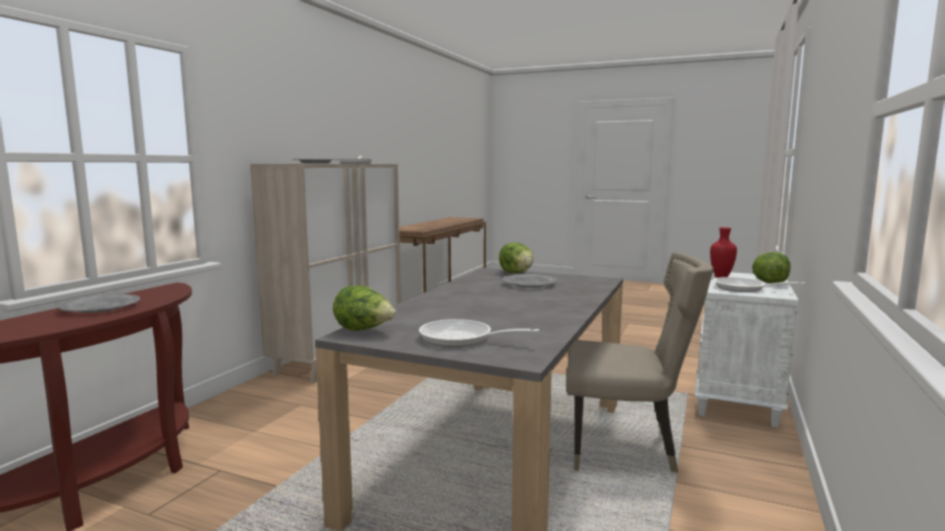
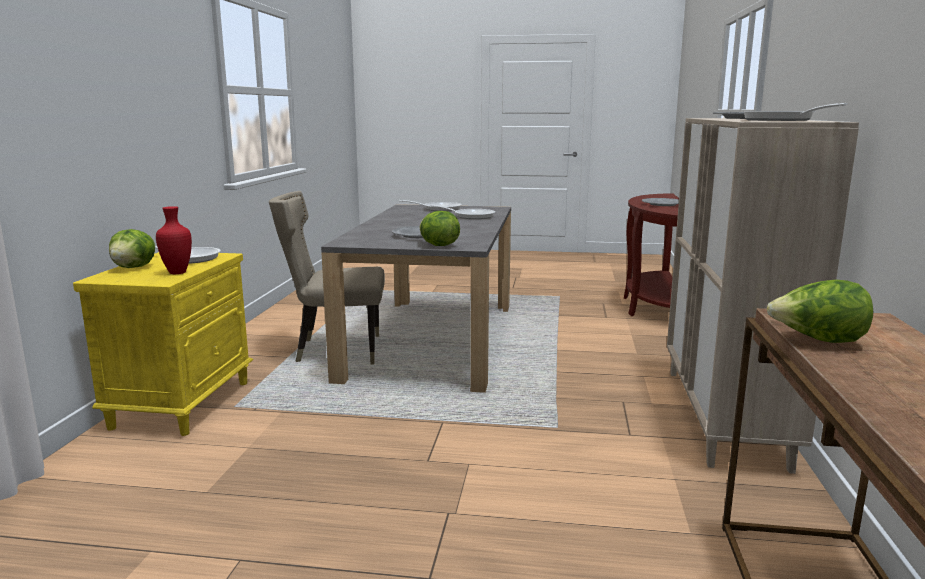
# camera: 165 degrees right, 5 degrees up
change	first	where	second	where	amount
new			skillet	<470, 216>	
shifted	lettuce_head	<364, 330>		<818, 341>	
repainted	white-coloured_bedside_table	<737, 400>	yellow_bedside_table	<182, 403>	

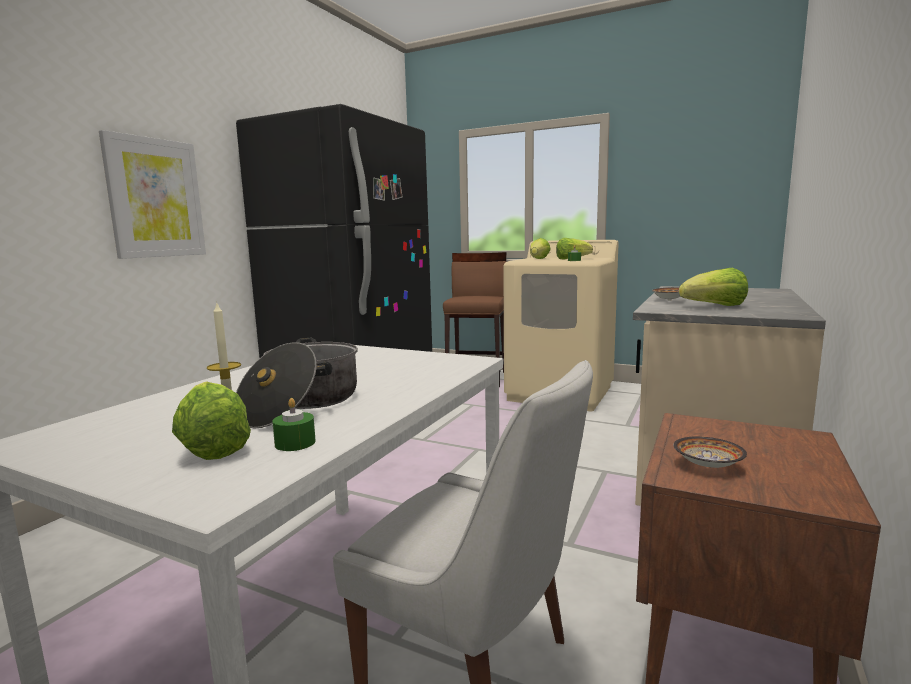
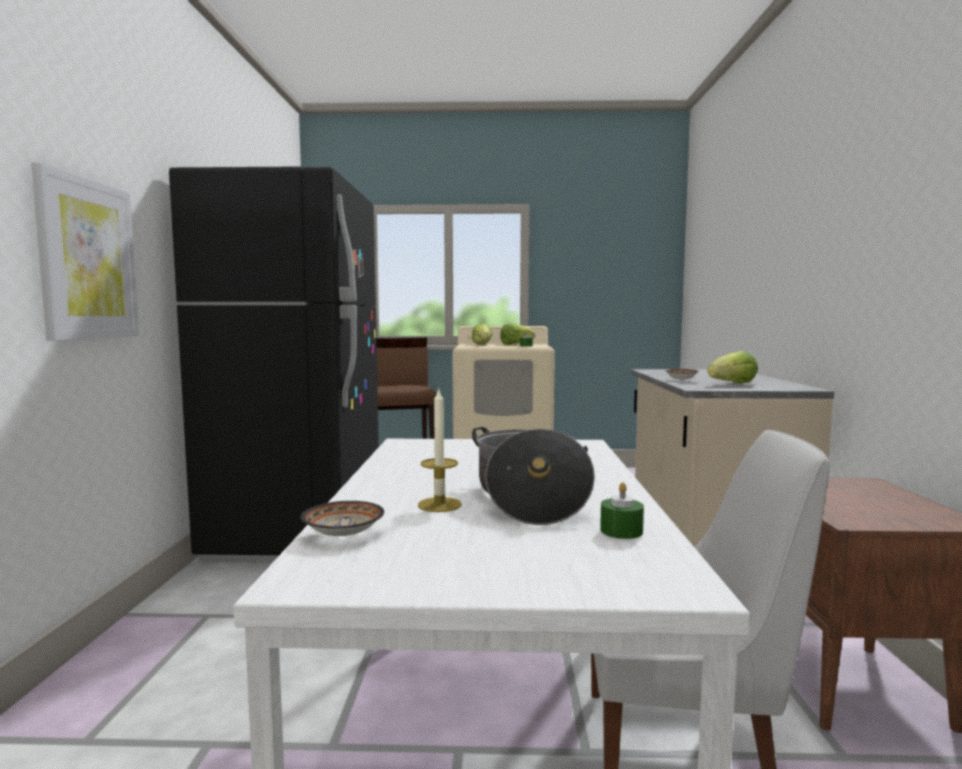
# camera: 25 degrees left, 5 degrees down
change	first	where	second	where	amount
gone	lettuce_head	<213, 446>			
shifted	deep_dish	<707, 466>		<343, 535>	

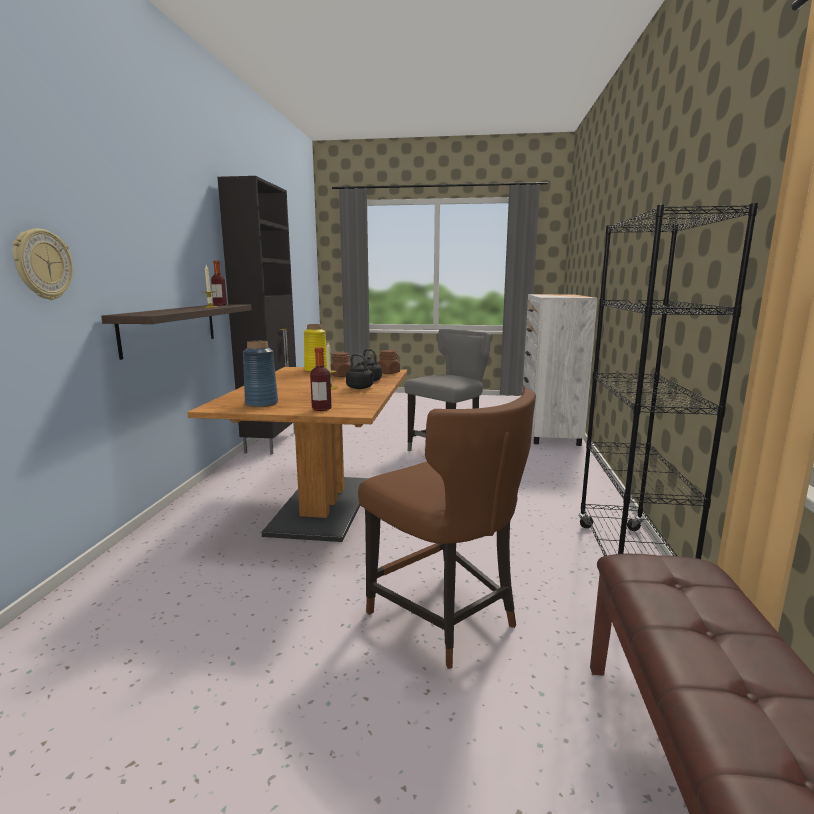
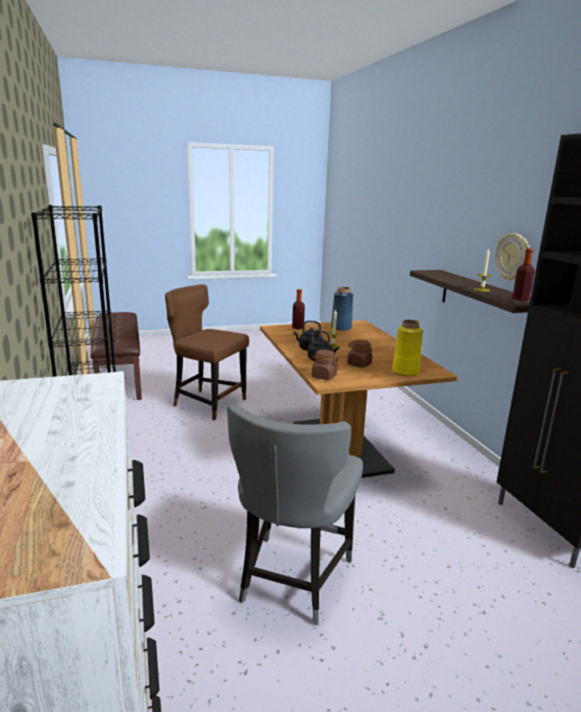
# camera: 155 degrees right, 5 degrees up
change	first	where	second	where	amount
shifted	clock_on_the_wall	<42, 265>		<512, 257>	

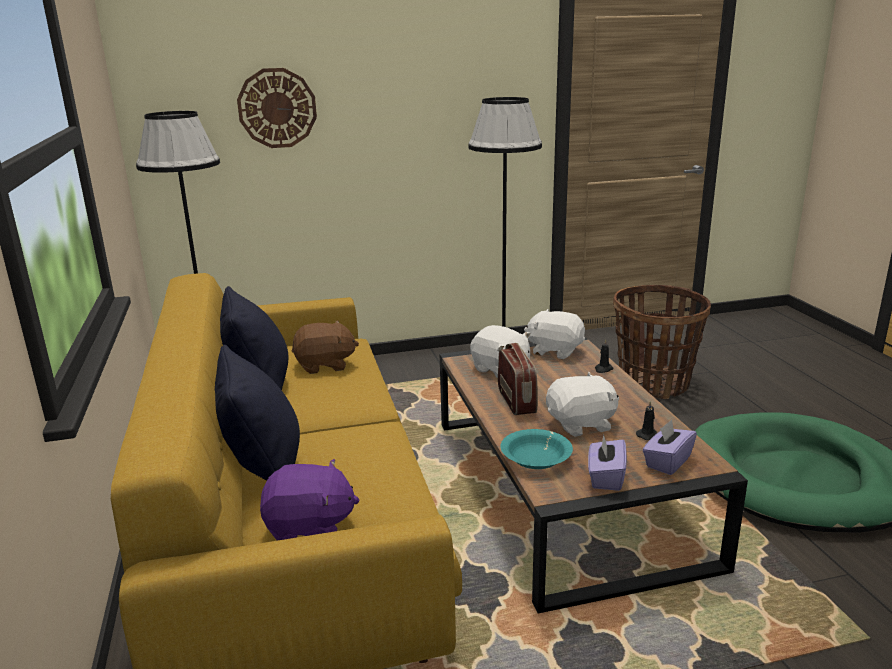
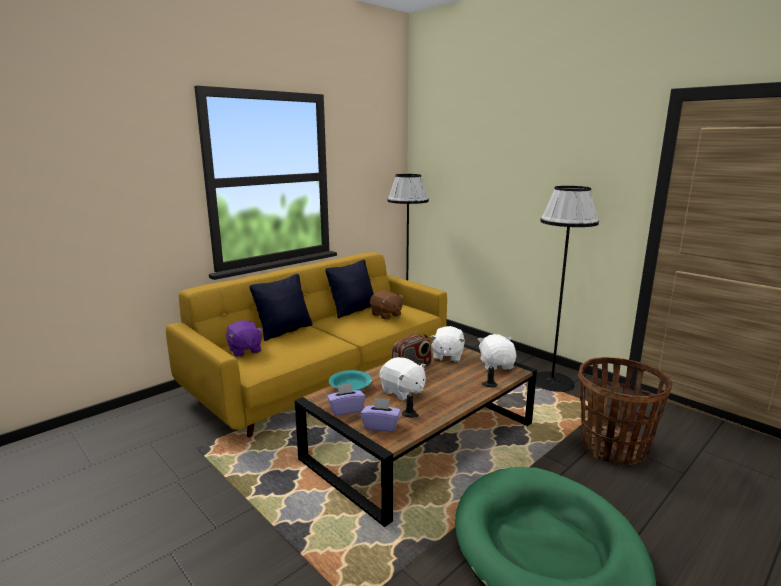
# camera: 60 degrees right, 5 degrees down
change	first	where	second	where	amount
gone	clock_on_the_wall	<277, 108>			

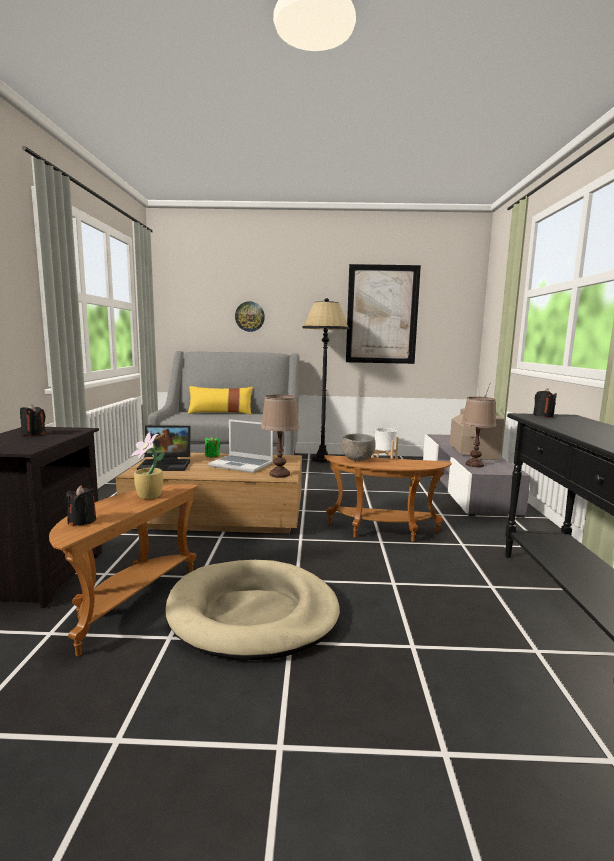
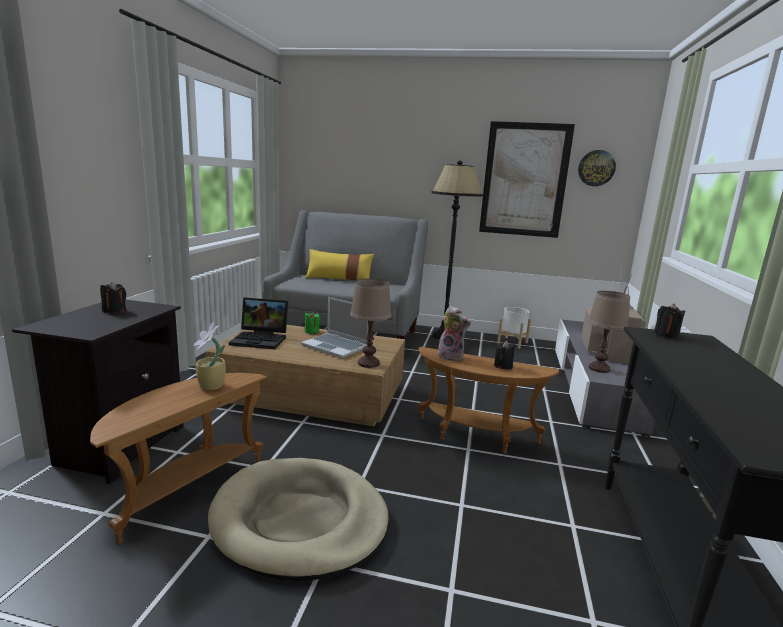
# camera: 10 degrees right, 5 degrees up
change	first	where	second	where	amount
shifted	black-coloured_wax_light	<82, 521>		<503, 366>	
shifted	clock_on_the_wall	<250, 316>		<596, 168>	
swapped	greyish_deep_dish	<357, 459>	plush_toy	<451, 357>	

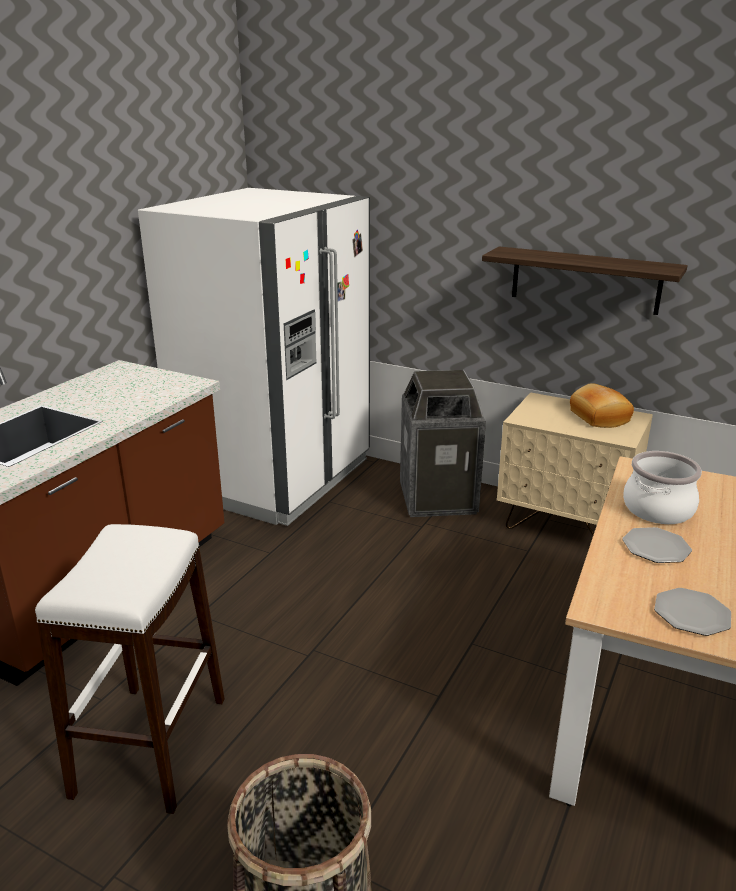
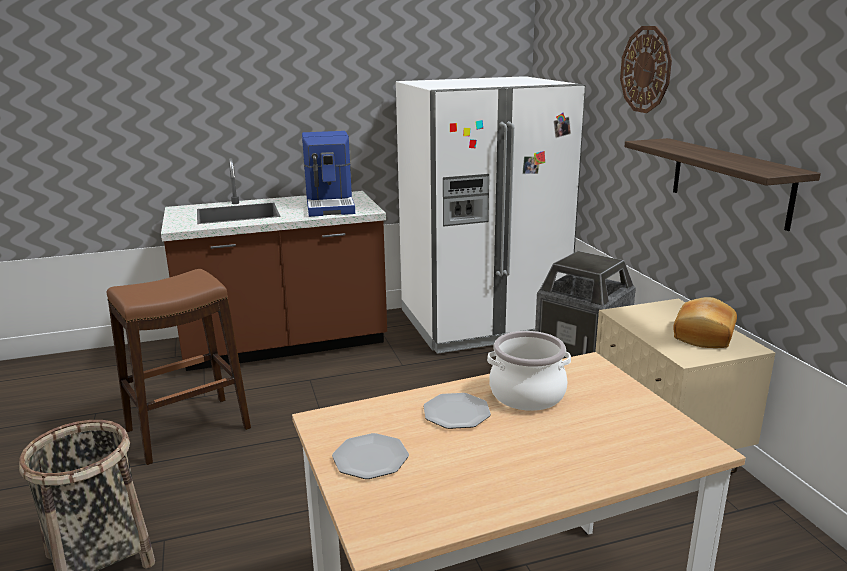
# camera: 45 degrees right, 5 degrees down
change	first	where	second	where	amount
new			coffee_maker	<331, 205>	
new			clock_on_the_wall	<646, 69>	
repainted	white-coloured_stool	<151, 745>	brownish_stool	<188, 429>	

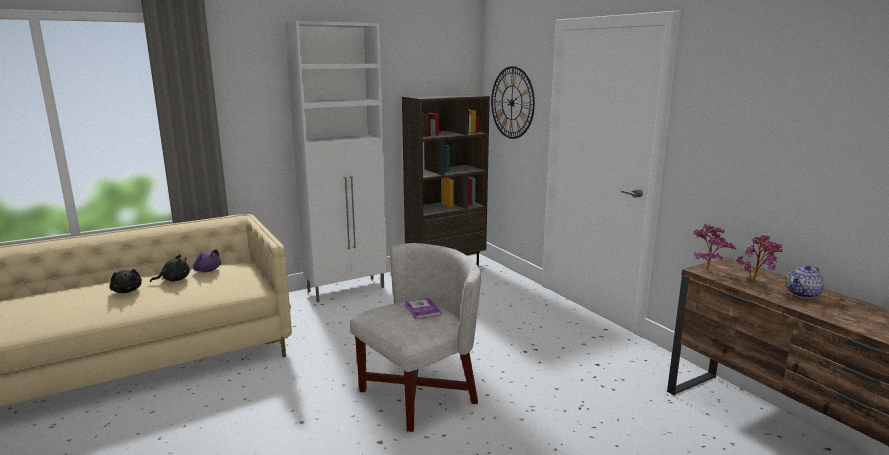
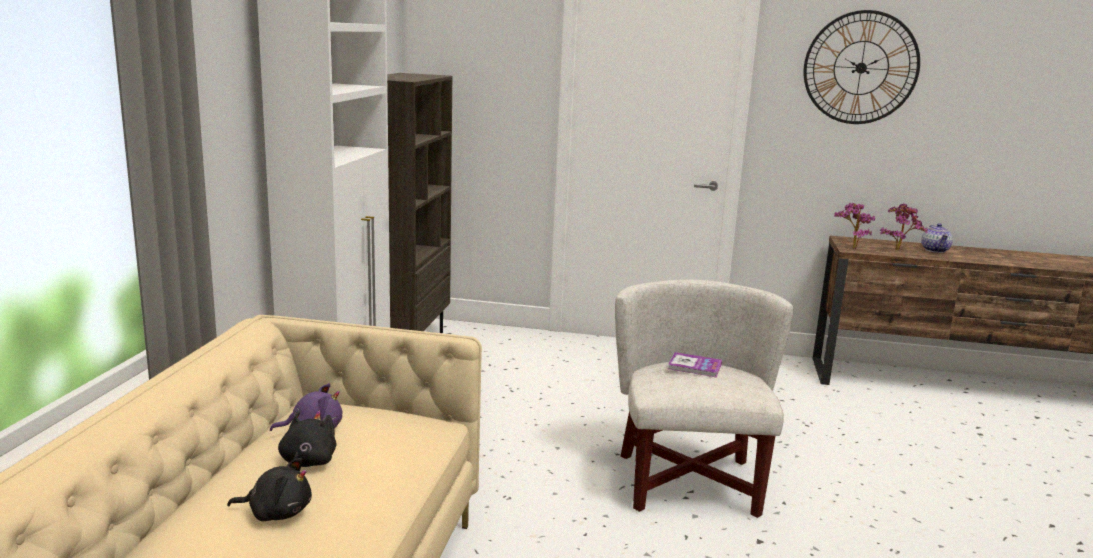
# camera: 50 degrees left, 0 degrees up
change	first	where	second	where	amount
shifted	clock_on_the_wall	<512, 103>		<861, 68>	

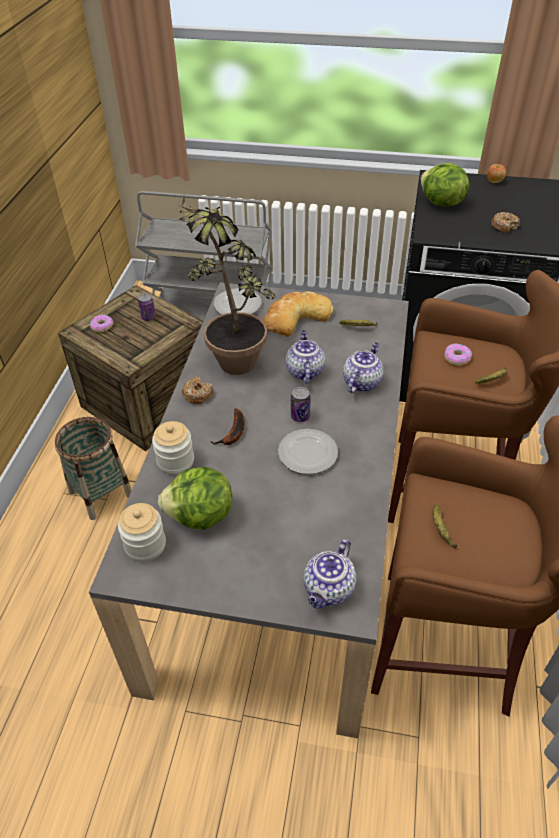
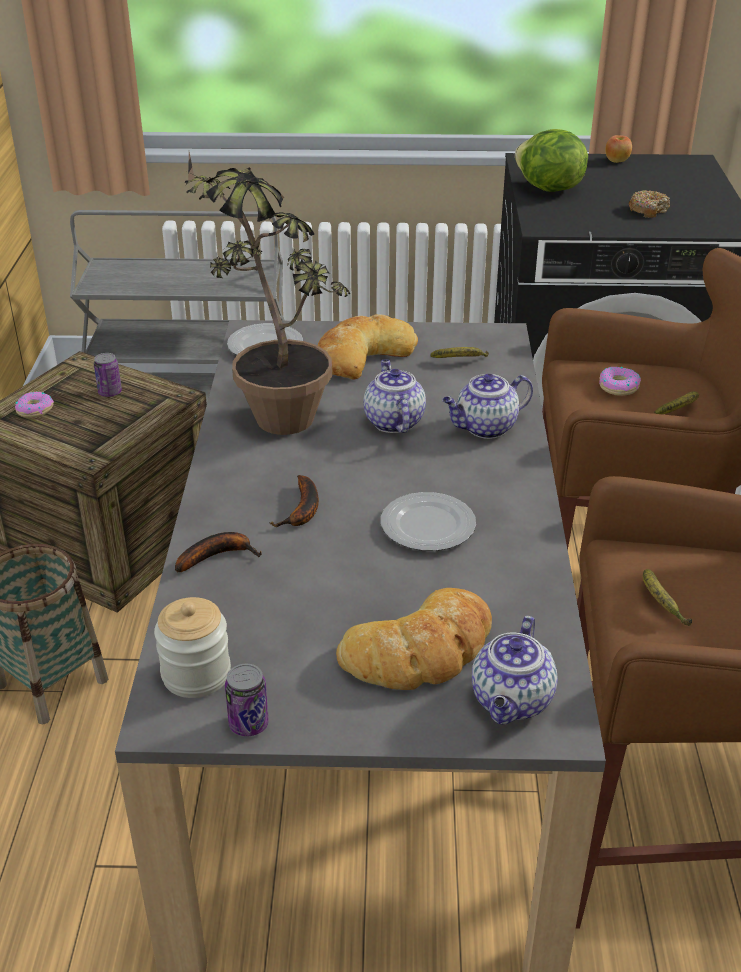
# camera: 10 degrees left, 10 degrees down
change	first	where	second	where	amount
gone	lettuce_head	<200, 516>			
gone	ring_doughnut	<197, 394>			
new			bread	<421, 651>	
shifted	can	<300, 416>		<248, 724>	
swapped	jar	<175, 461>	banana	<218, 555>	
rotated	tea_pot	<361, 382>		<485, 428>	135 degrees counterclockwise

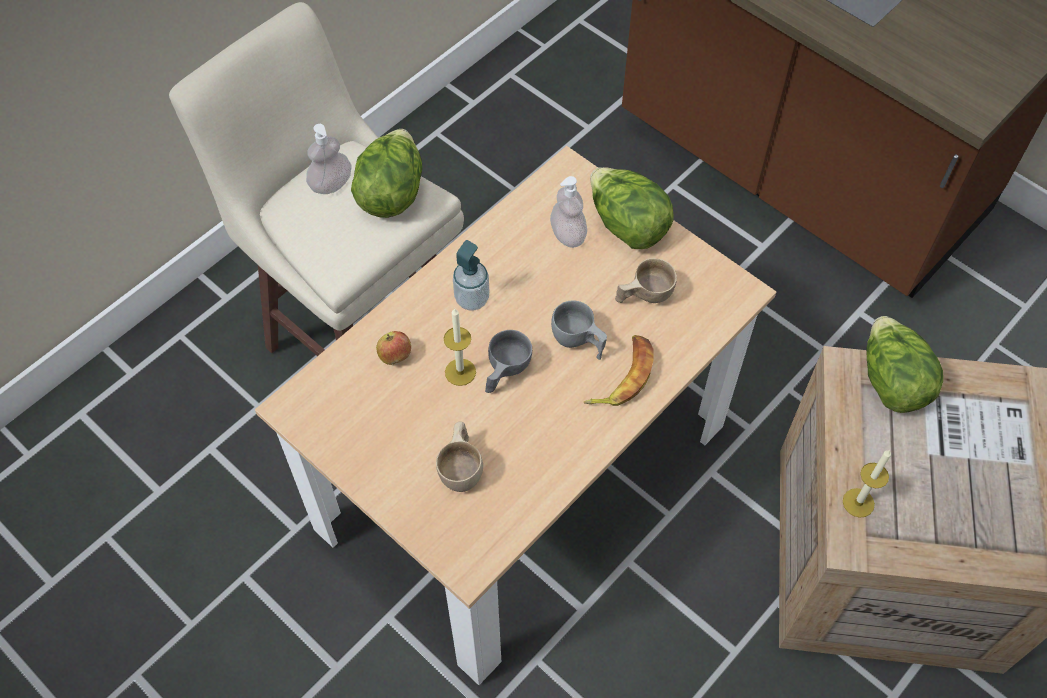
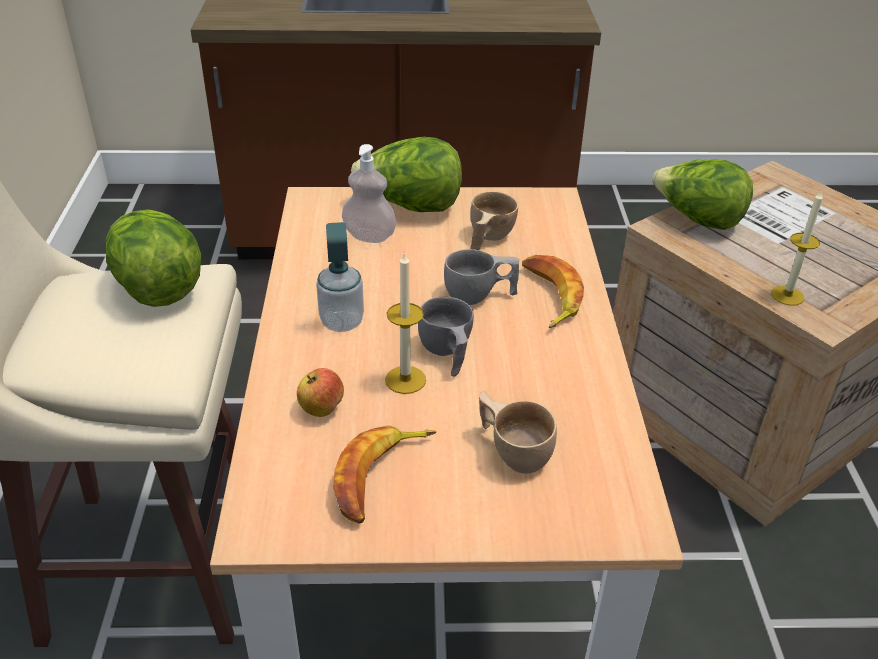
# camera: 45 degrees left, 20 degrees down
change	first	where	second	where	amount
gone	soap_dispenser	<331, 184>			
new			banana	<380, 477>	

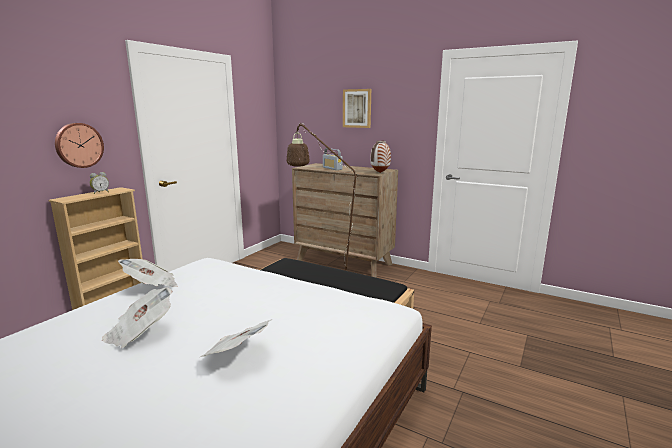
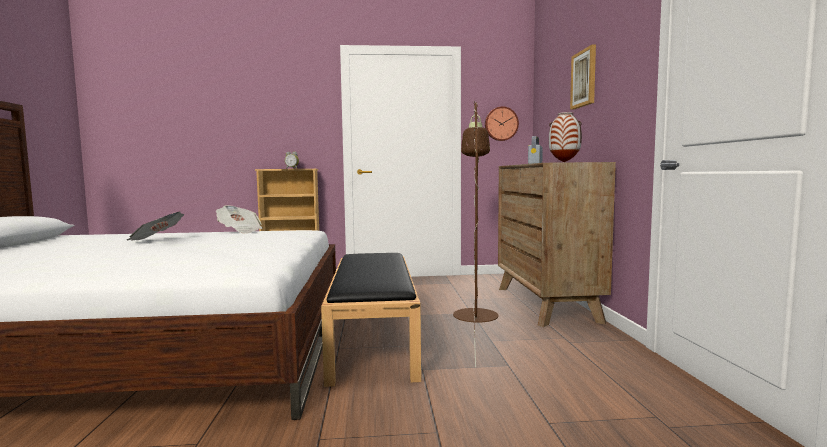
# camera: 55 degrees right, 10 degrees down
change	first	where	second	where	amount
gone	daily_paper	<237, 354>			
shifted	clock_on_the_wall	<78, 145>		<501, 124>	

